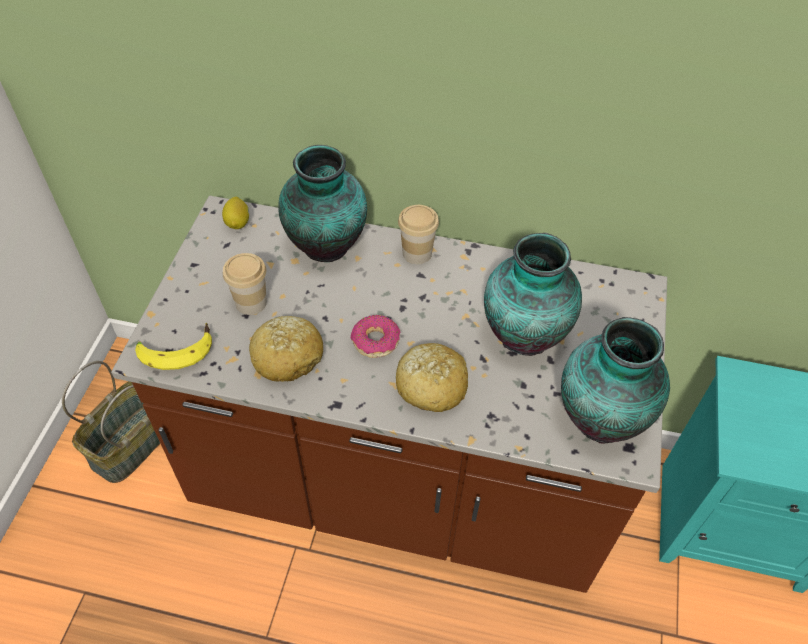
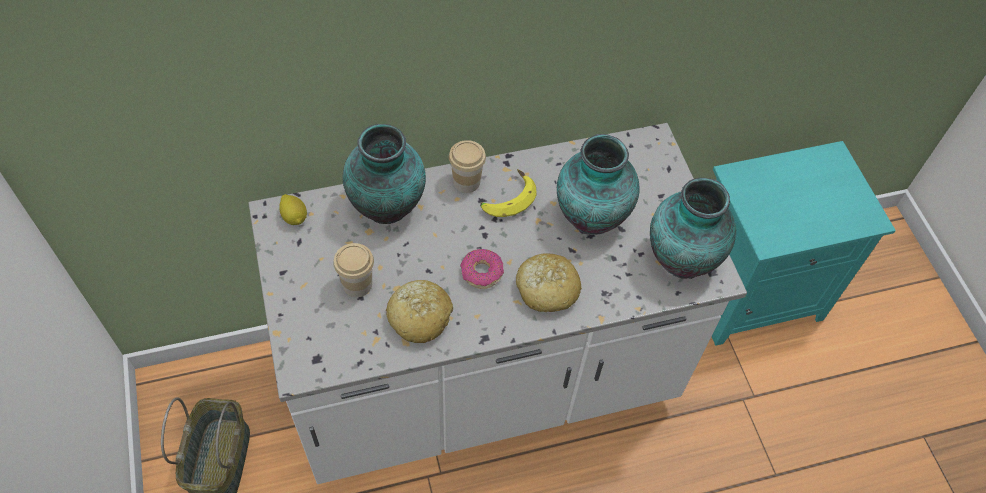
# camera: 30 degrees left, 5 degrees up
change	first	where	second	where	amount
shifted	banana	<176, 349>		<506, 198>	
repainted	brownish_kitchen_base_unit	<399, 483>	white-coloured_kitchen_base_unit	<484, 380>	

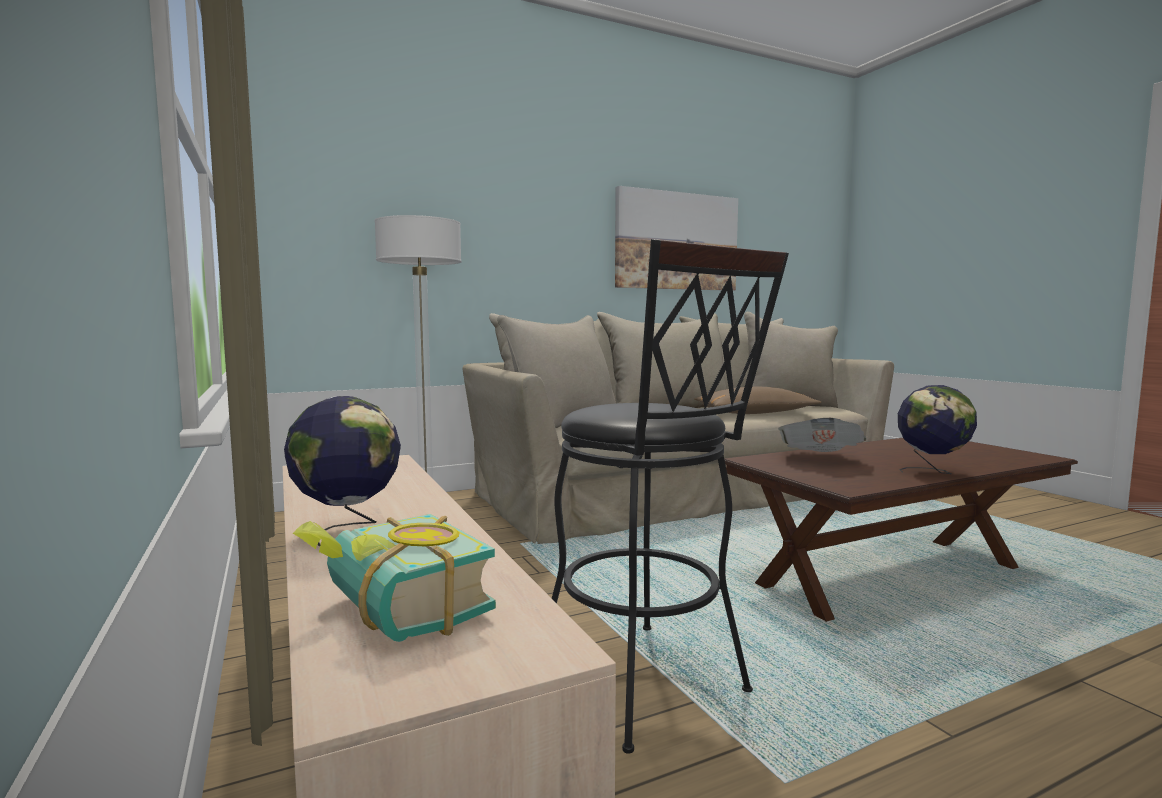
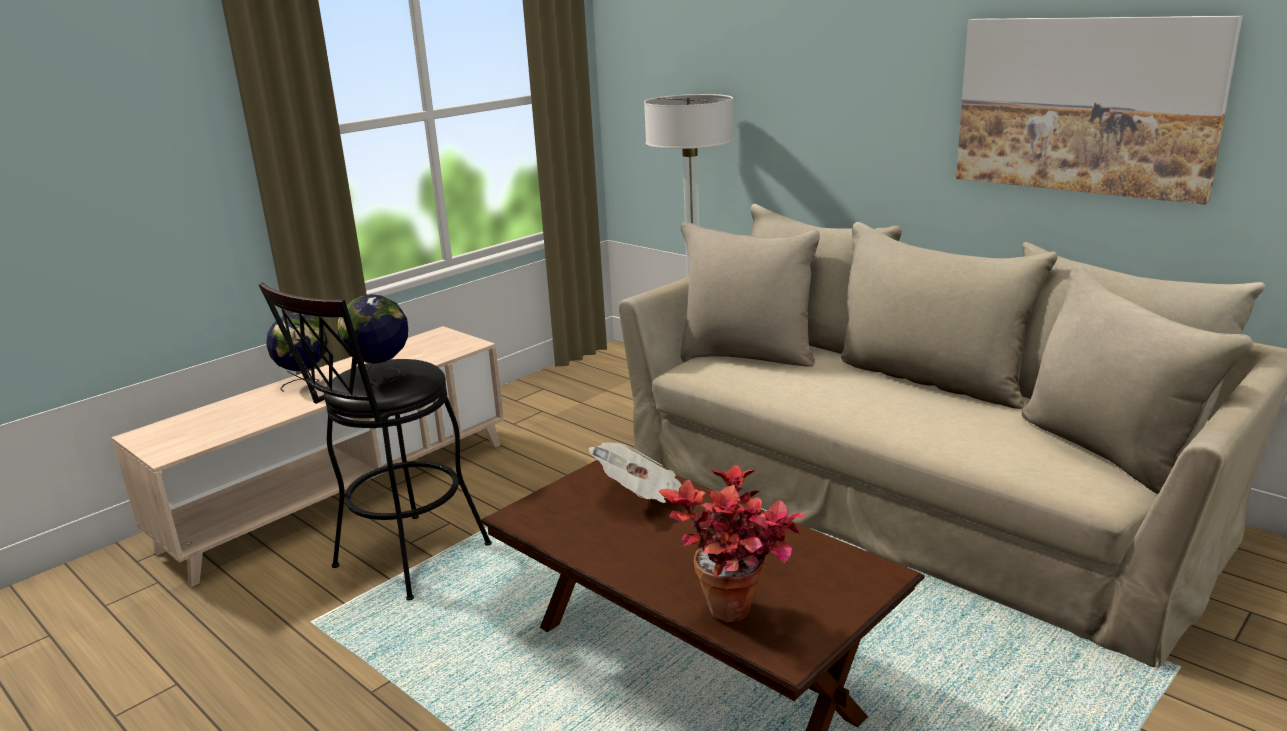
# camera: 70 degrees right, 15 degrees up
change	first	where	second	where	amount
gone	volume	<393, 614>			
gone	brownish_pillow	<755, 413>			
new			plant_in_a_pot	<738, 620>	
shifted	desk_globe	<932, 472>		<381, 378>	

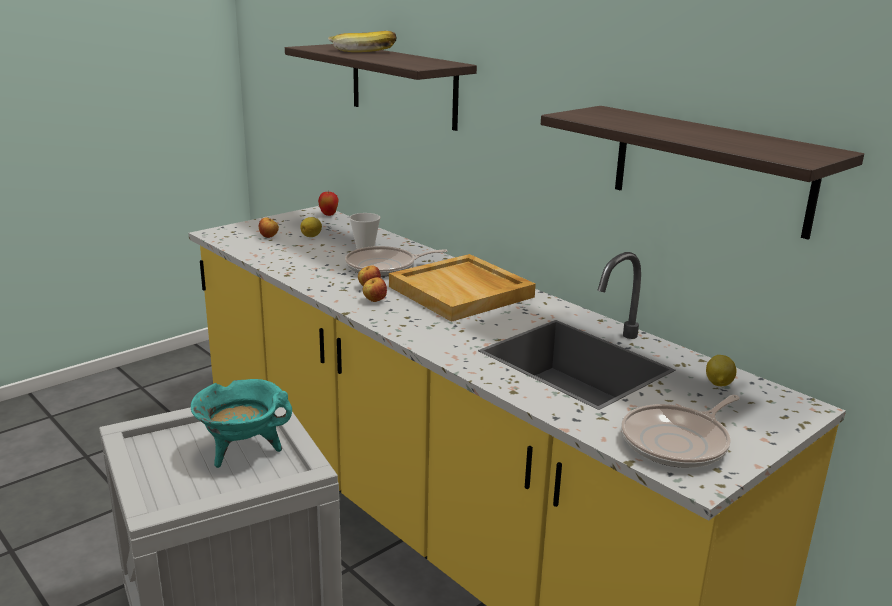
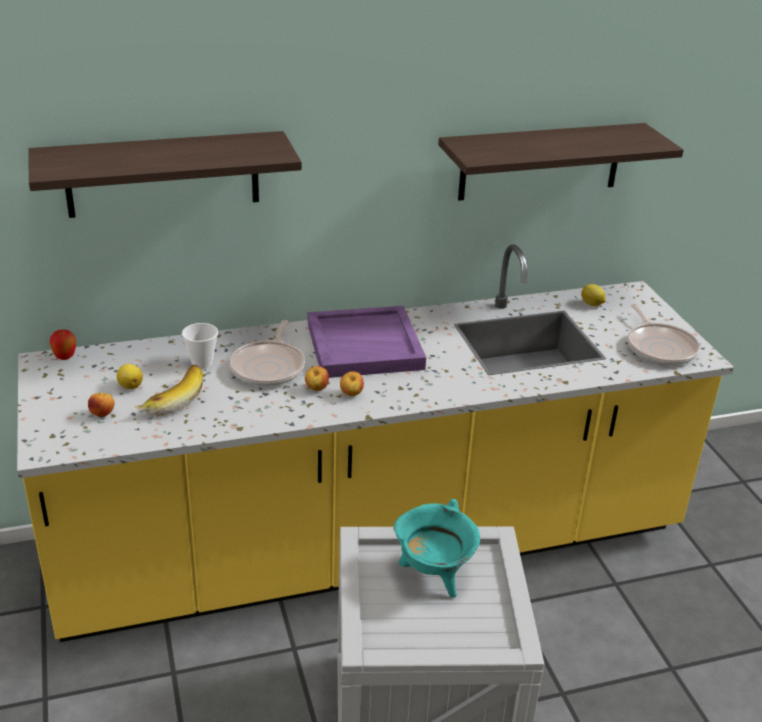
# camera: 65 degrees left, 10 degrees up
change	first	where	second	where	amount
shifted	banana	<363, 51>		<171, 400>	
repainted	beige-coloured_carrying_tray	<462, 292>	purplish_carrying_tray	<365, 345>	

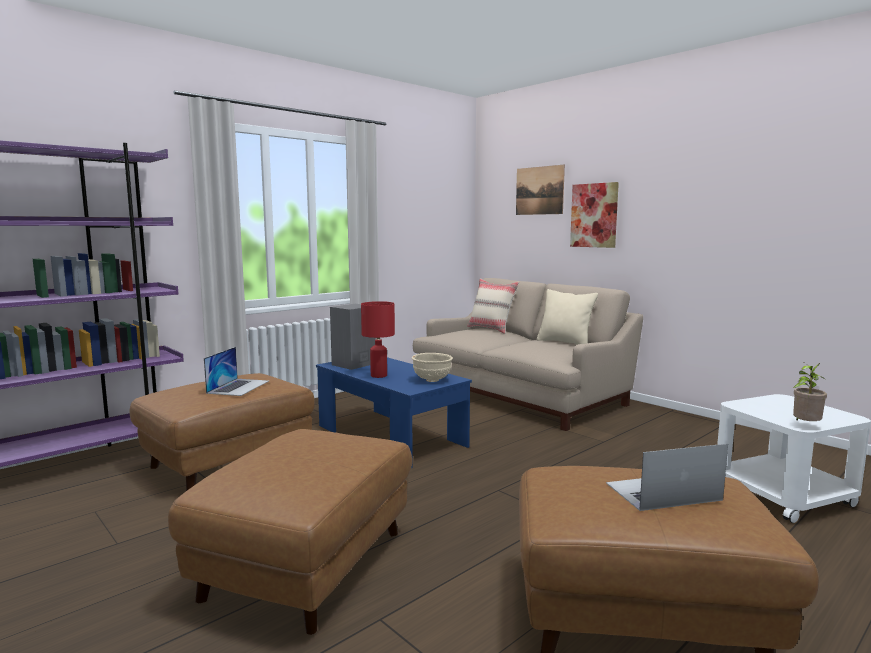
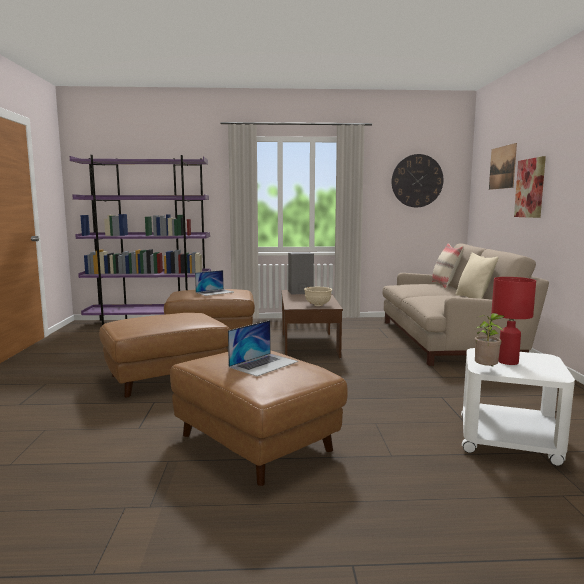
# camera: 40 degrees right, 0 degrees up
change	first	where	second	where	amount
new			clock_on_the_wall	<417, 181>	
shifted	red_tabletop_lamp	<378, 375>		<507, 362>	
repainted	bluish_low_table	<390, 436>	brownish_low_table	<308, 343>	
rotated	notebook_computer	<662, 491>		<264, 364>	105 degrees clockwise

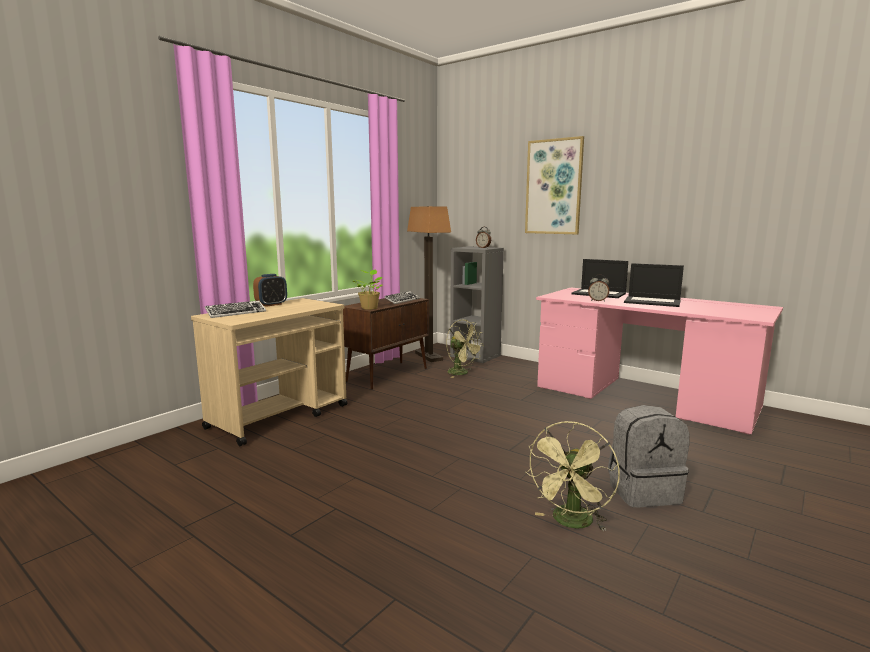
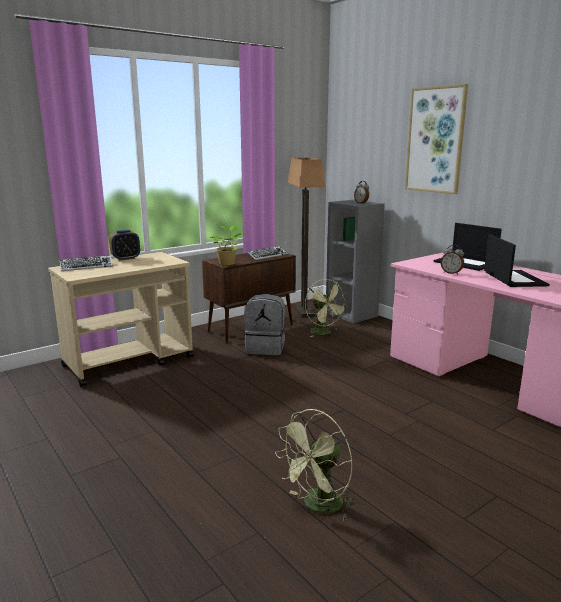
# camera: 15 degrees right, 5 degrees up
change	first	where	second	where	amount
shifted	greyish_rucksack	<643, 491>		<265, 348>	
rotated	notebook_computer	<653, 302>		<513, 278>	135 degrees counterclockwise

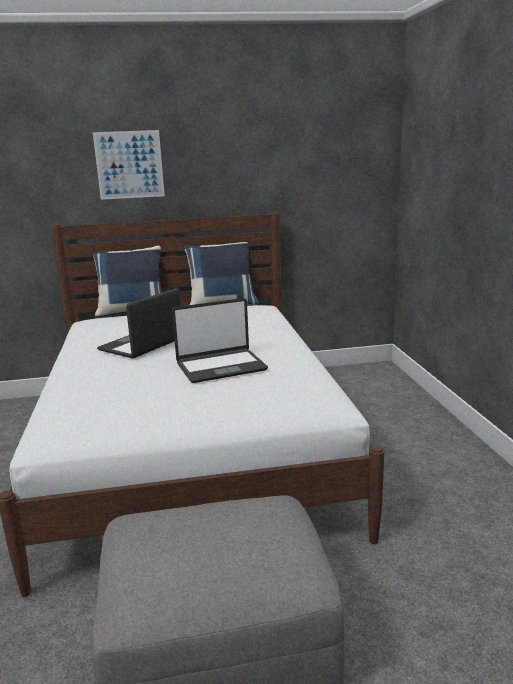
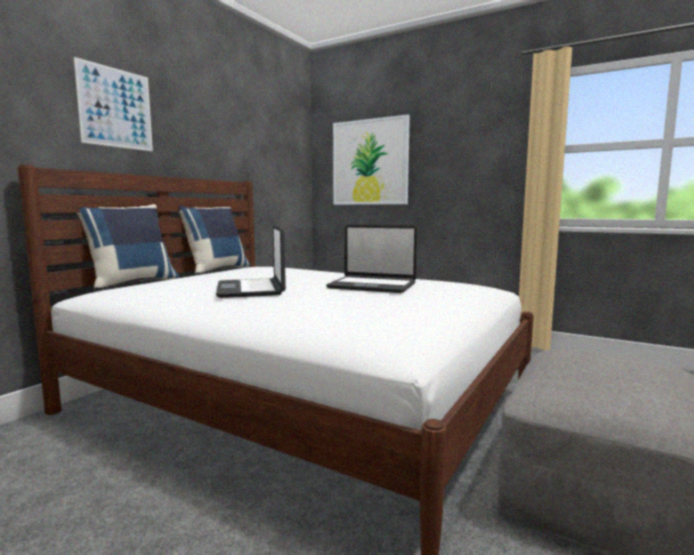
# camera: 50 degrees left, 10 degrees down
change	first	where	second	where	amount
new			wall_art	<370, 162>	
rotated	notebook_computer	<221, 367>		<372, 286>	90 degrees clockwise

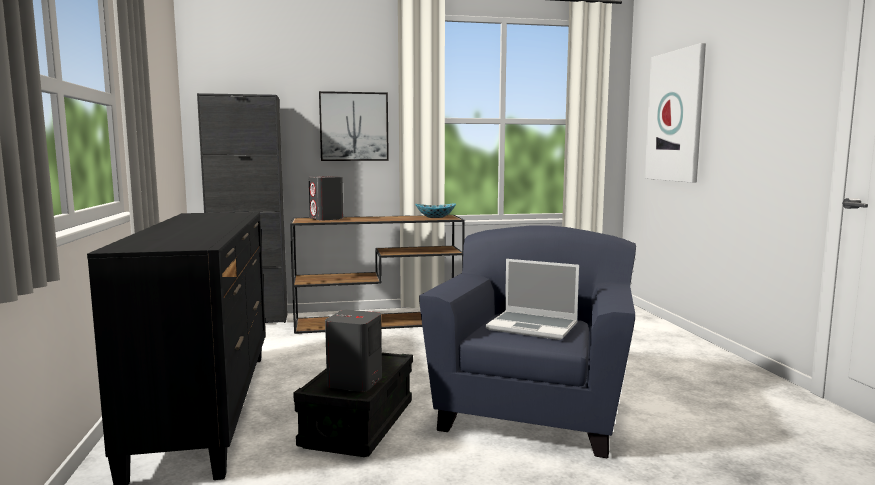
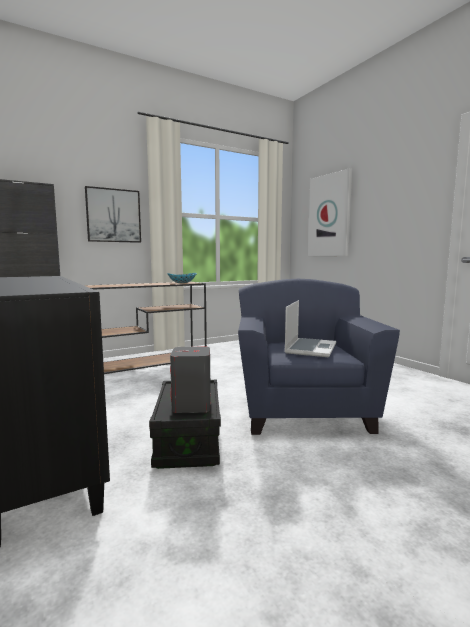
# camera: 20 degrees left, 0 degrees up
change	first	where	second	where	amount
gone	greyish_speaker	<326, 218>			
rotated	notebook_computer	<533, 327>		<310, 348>	75 degrees counterclockwise

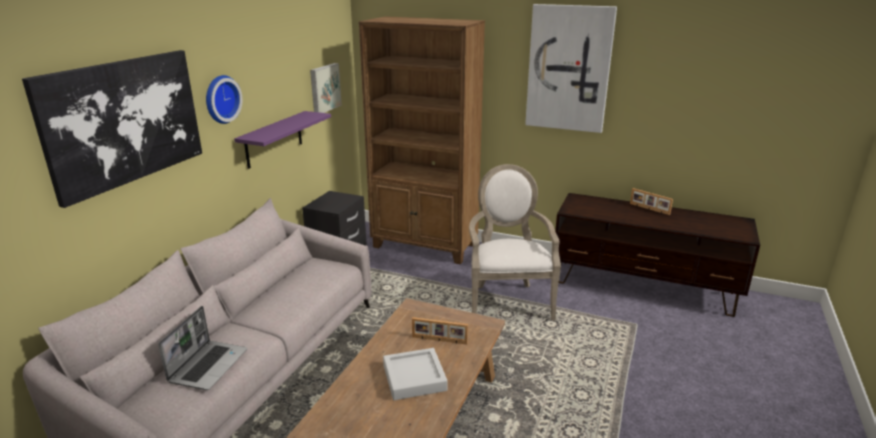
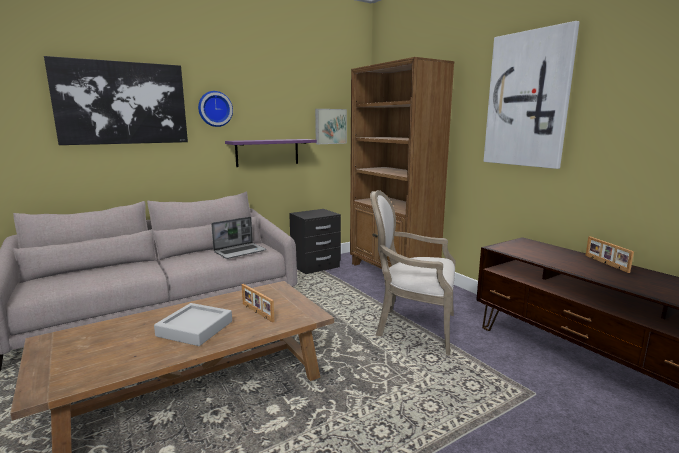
# camera: 35 degrees right, 10 degrees down
change	first	where	second	where	amount
shifted	notebook_computer	<208, 365>		<240, 251>	
rotated	lounge_chair	<508, 301>		<412, 327>	105 degrees counterclockwise

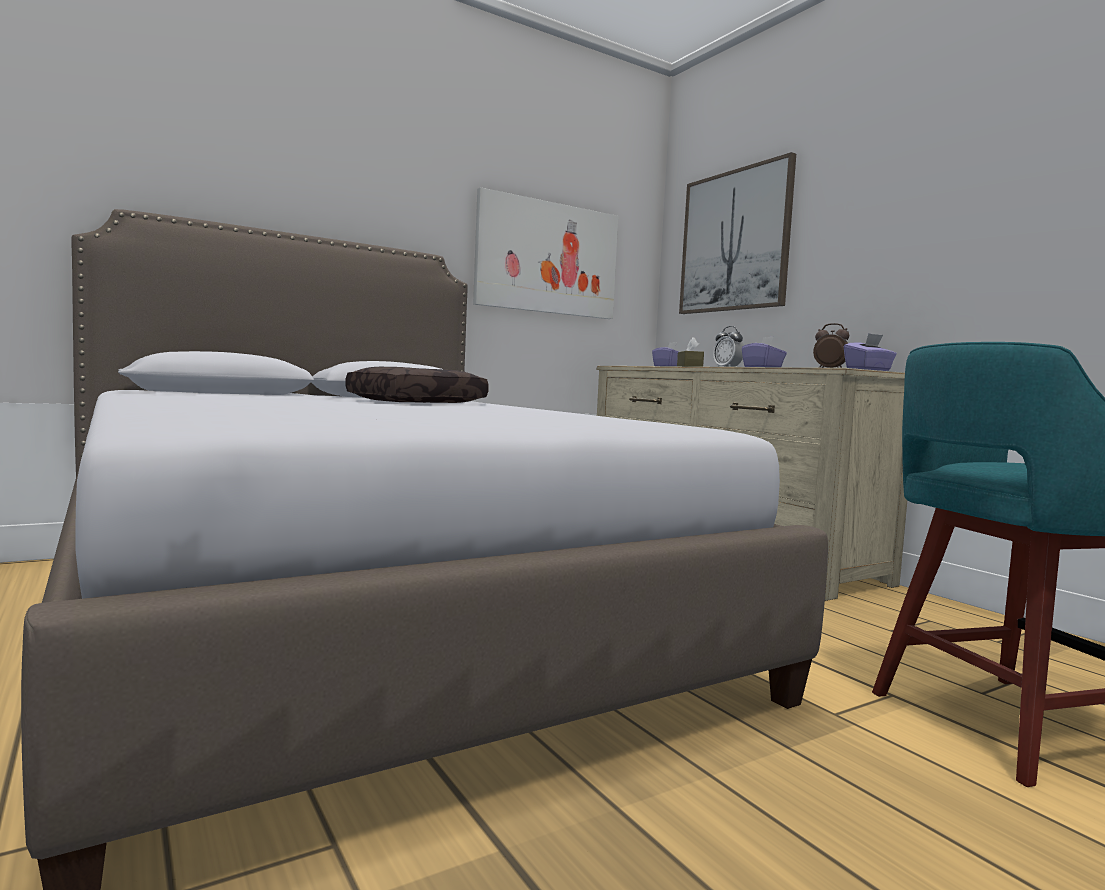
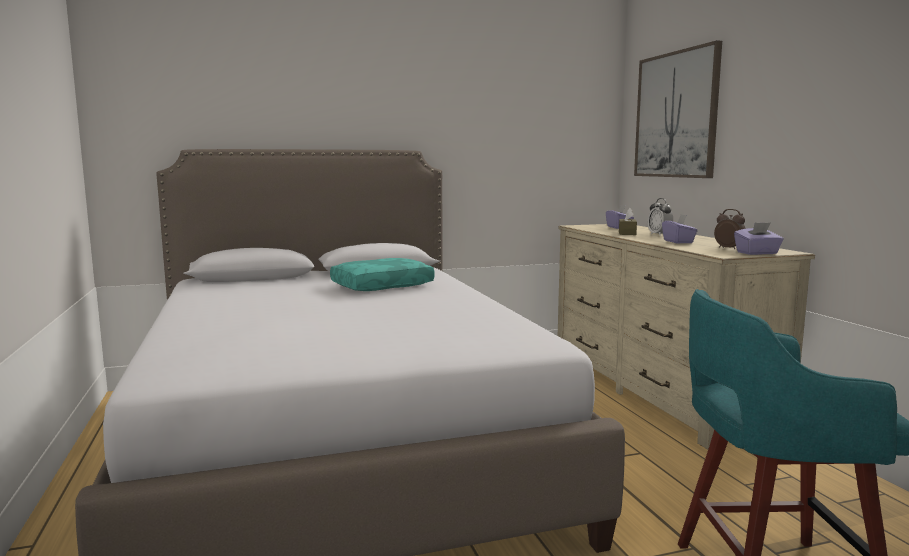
# camera: 15 degrees right, 5 degrees up
change	first	where	second	where	amount
gone	wall_art	<547, 258>			
repainted	brownish_pillow	<417, 402>	turquoise_pillow	<382, 285>	

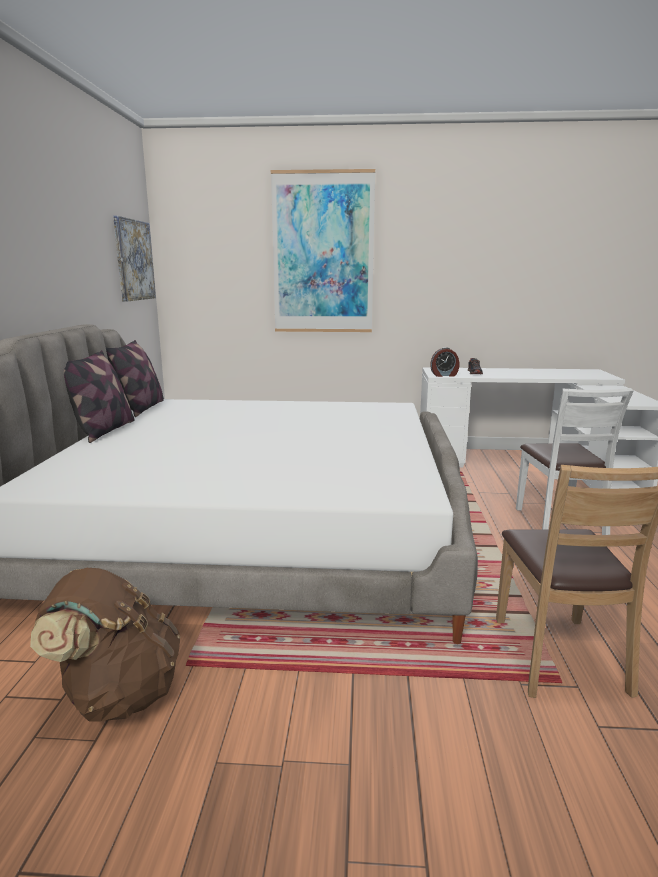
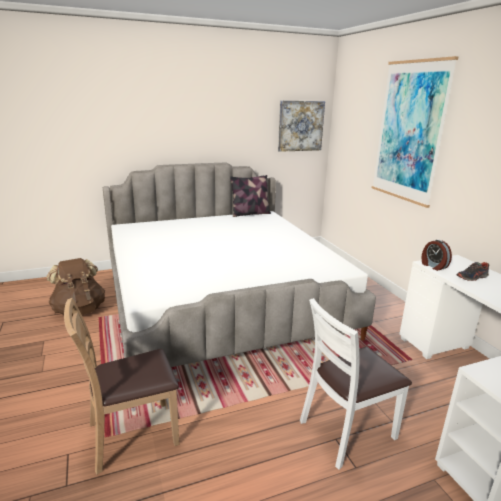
# camera: 65 degrees right, 5 degrees up
change	first	where	second	where	amount
gone	pillow	<103, 431>			

